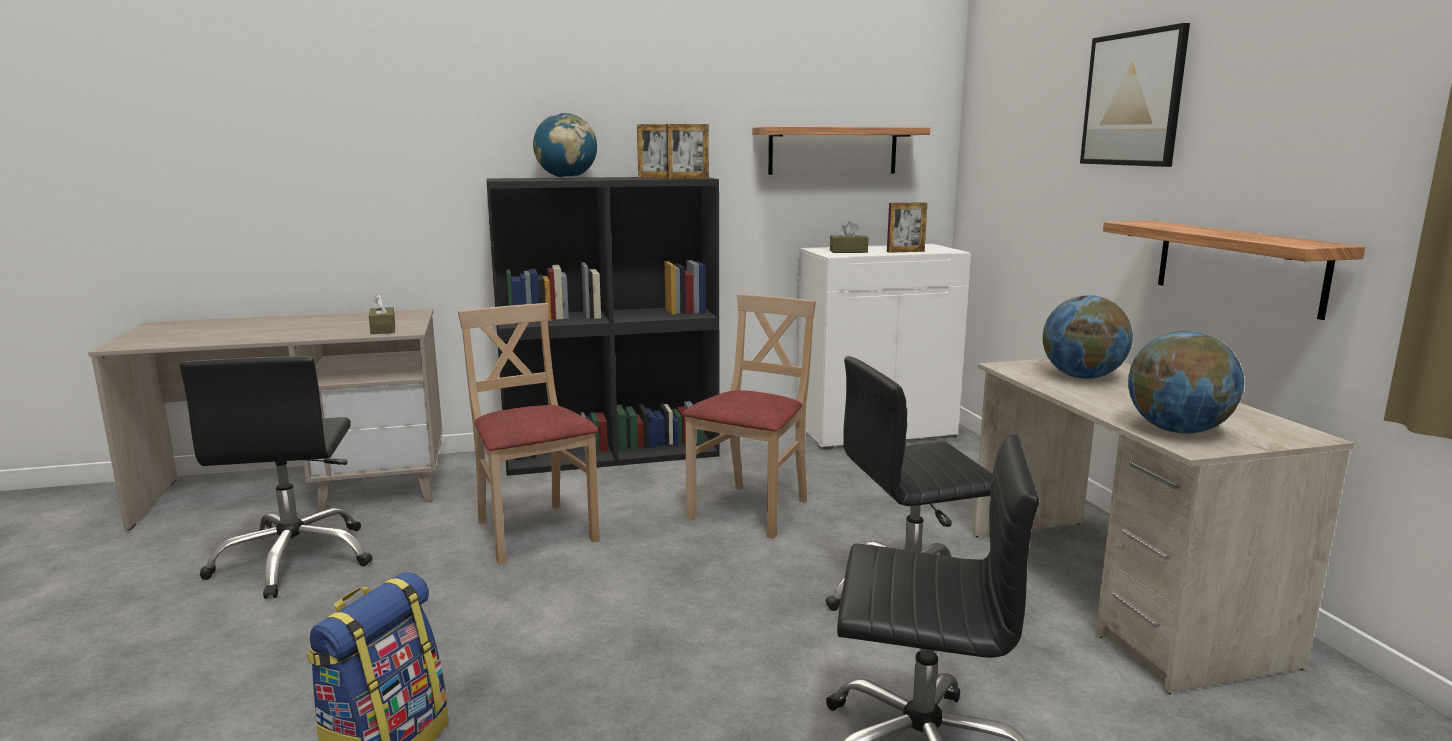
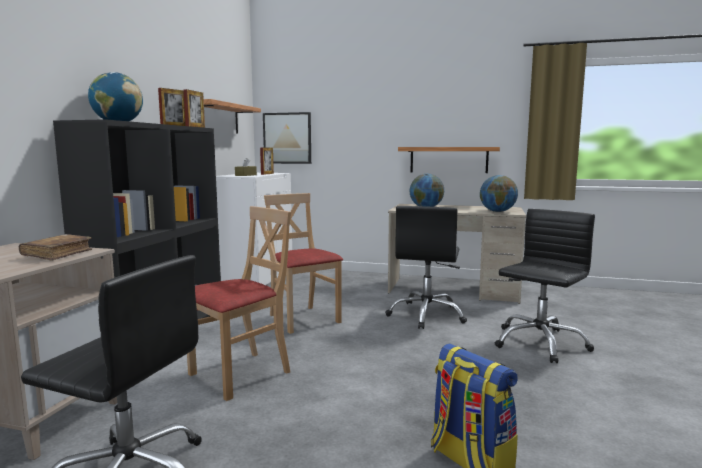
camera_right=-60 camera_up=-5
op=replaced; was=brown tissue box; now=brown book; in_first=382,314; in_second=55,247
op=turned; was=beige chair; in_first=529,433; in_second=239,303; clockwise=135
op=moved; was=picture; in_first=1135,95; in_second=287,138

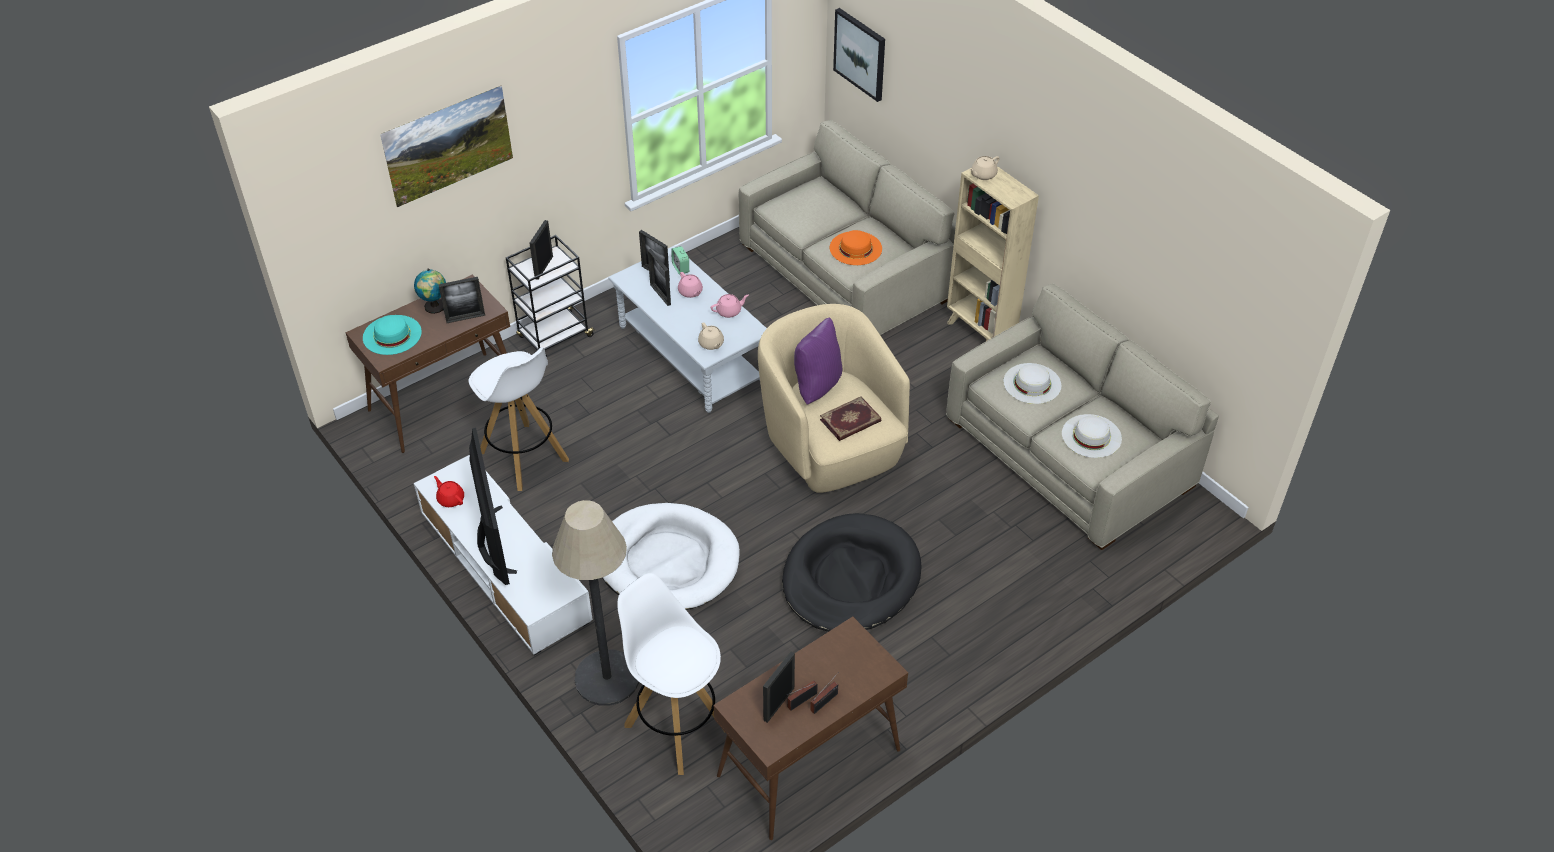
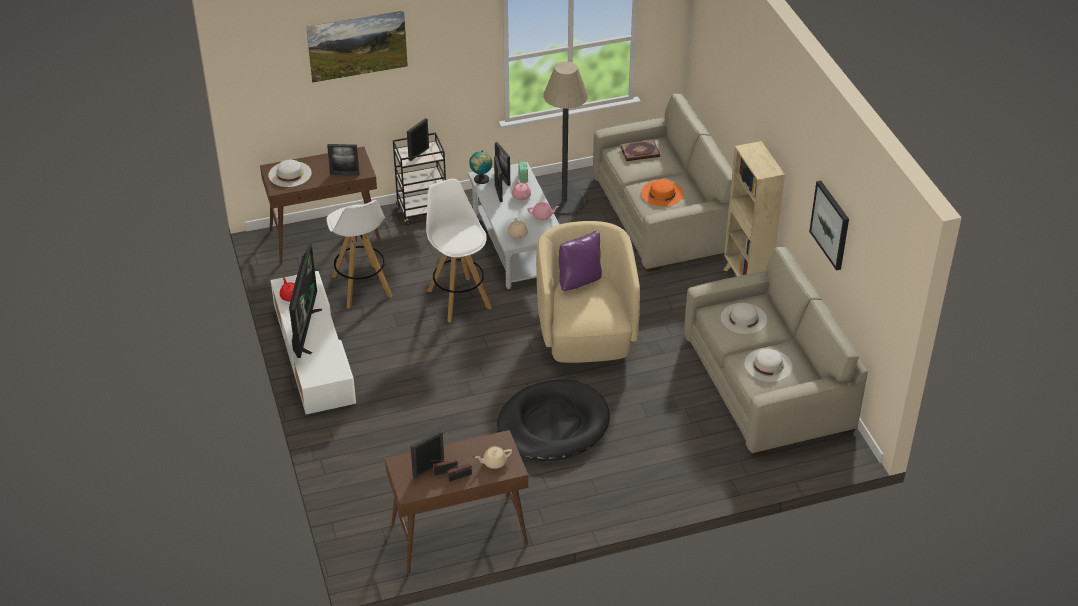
camera_right=20 camera_up=-5
op=recoloured; was=turquoise hat; now=white hat; in_first=392,335; in_second=290,173
op=moved; was=white stool; in_first=671,674; in_second=459,251
op=moved; was=globe; in_first=430,291; in_second=480,167
op=moved; was=beige teapot; in_first=984,168; in_second=493,457
op=moved; was=floor lamp; in_first=595,603; in_second=566,138
op=moved; was=book; in_first=850,418; in_second=640,150
op=moved; was=picture; in_first=859,55; in_second=829,226
op=removed; was=white dog bed; in_first=671,556

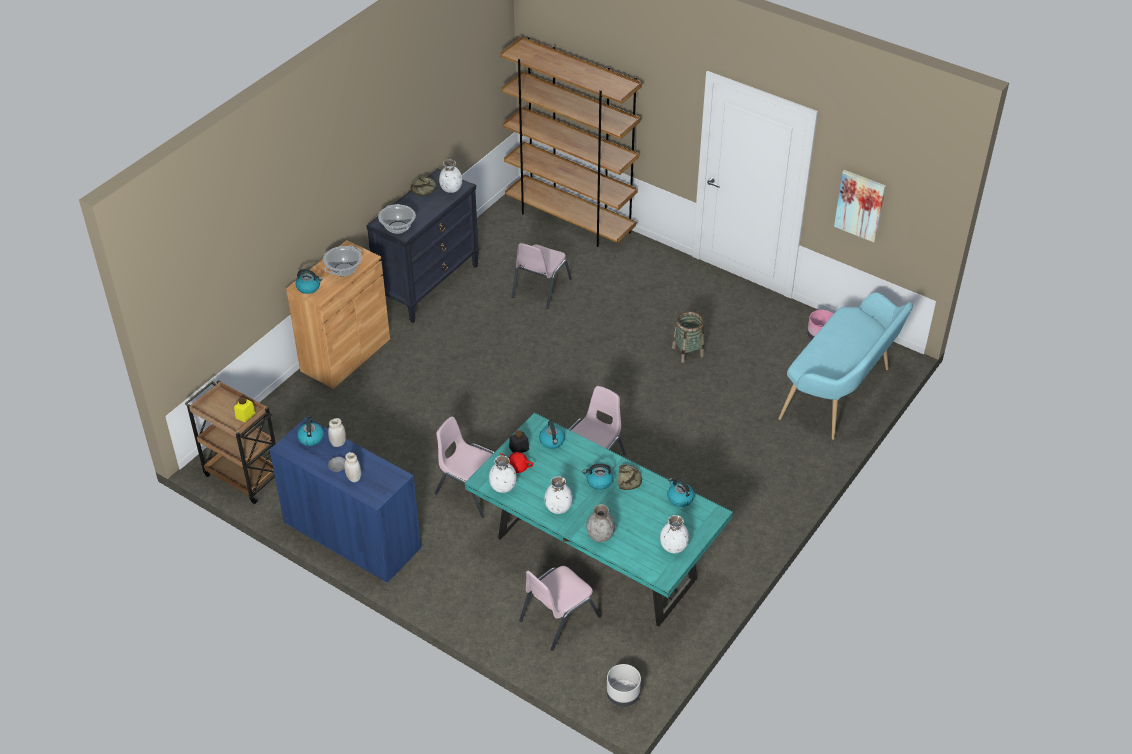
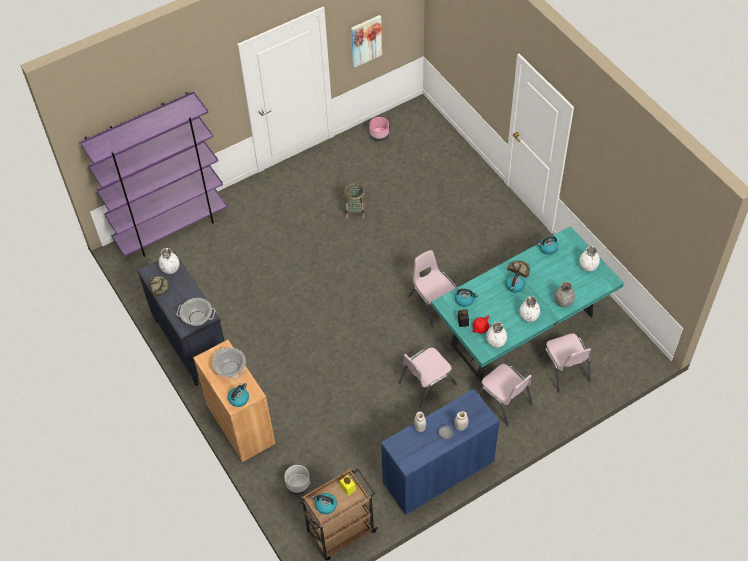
camera_right=-65 camera_up=10
op=recoloured; was=brown bookcase; now=purple bookcase; in_first=571,142; in_second=153,174
op=moved; was=grey planter; in_first=623,685; in_second=297,480
op=moved; was=kettle; in_first=310,431; in_second=324,504
op=moved; was=pink chair; in_first=542,276; in_second=505,395
op=removed; was=turquoise bench; in_first=845,366

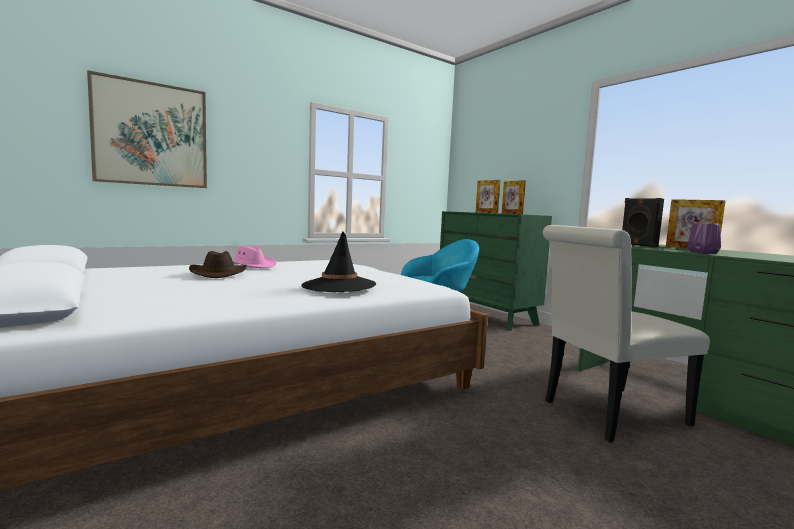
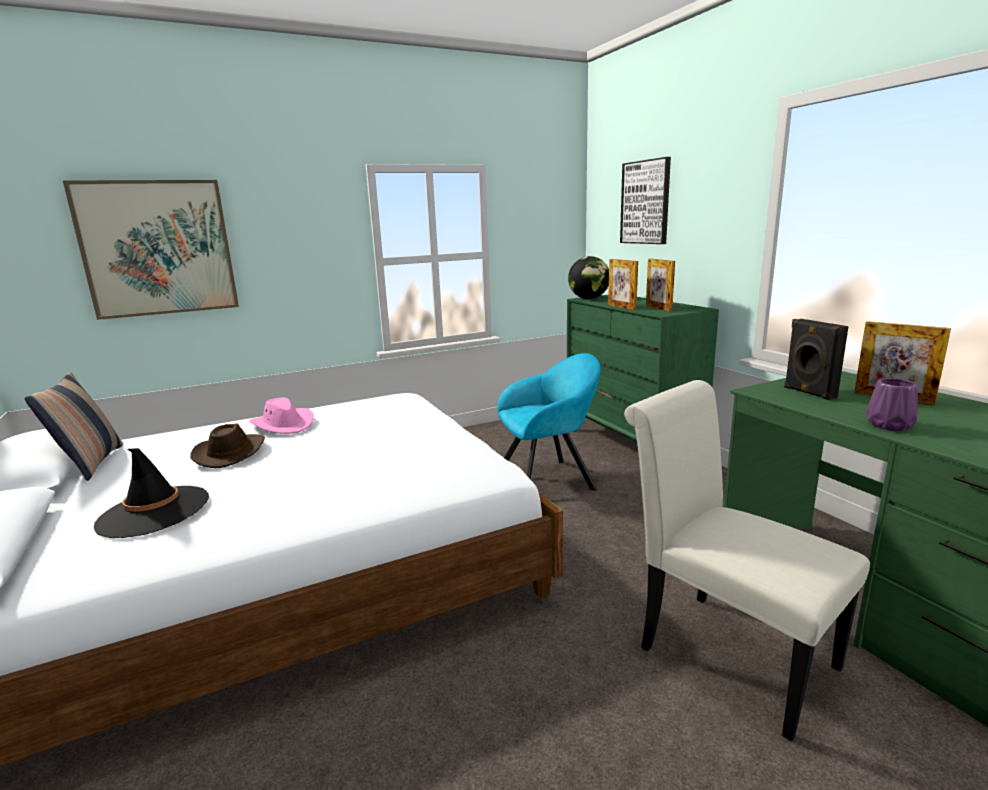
camera_right=10 camera_up=10
op=added; now=pillow; in_second=73,426
op=moved; was=black hat; in_first=339,261; in_second=151,493
op=added; now=globe; in_second=588,277
op=added; now=picture; in_second=645,200
op=turned; was=white chair; in_first=626,334; in_second=747,561; clockwise=60

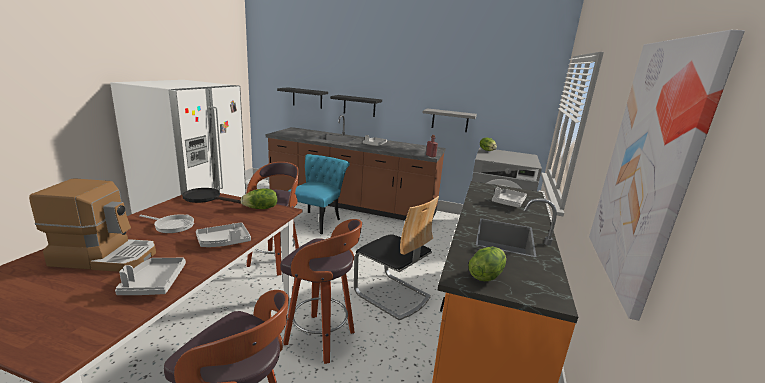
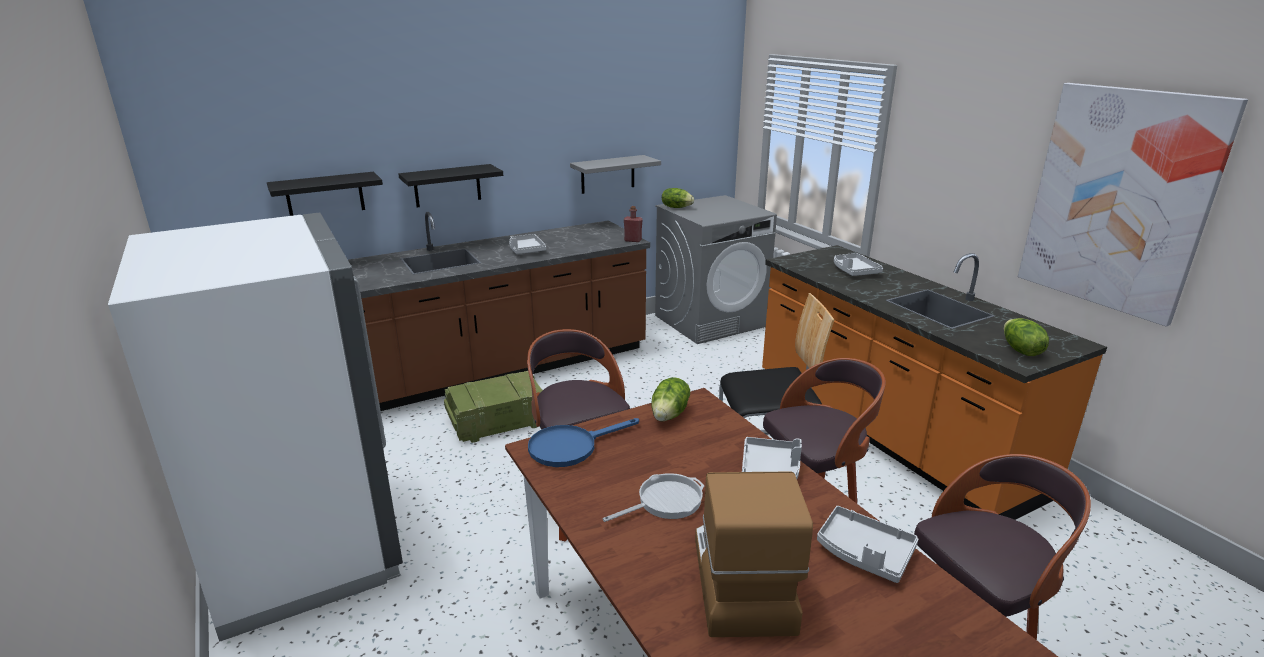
camera_right=-45 camera_up=5
op=replaced; was=turquoise chair; now=crate; in_first=319,194; in_second=493,407
op=recoloured; was=black frying pan; now=blue frying pan; in_first=211,195; in_second=583,442
op=turned; was=coffee machine; in_first=92,225; in_second=754,554; clockwise=-45

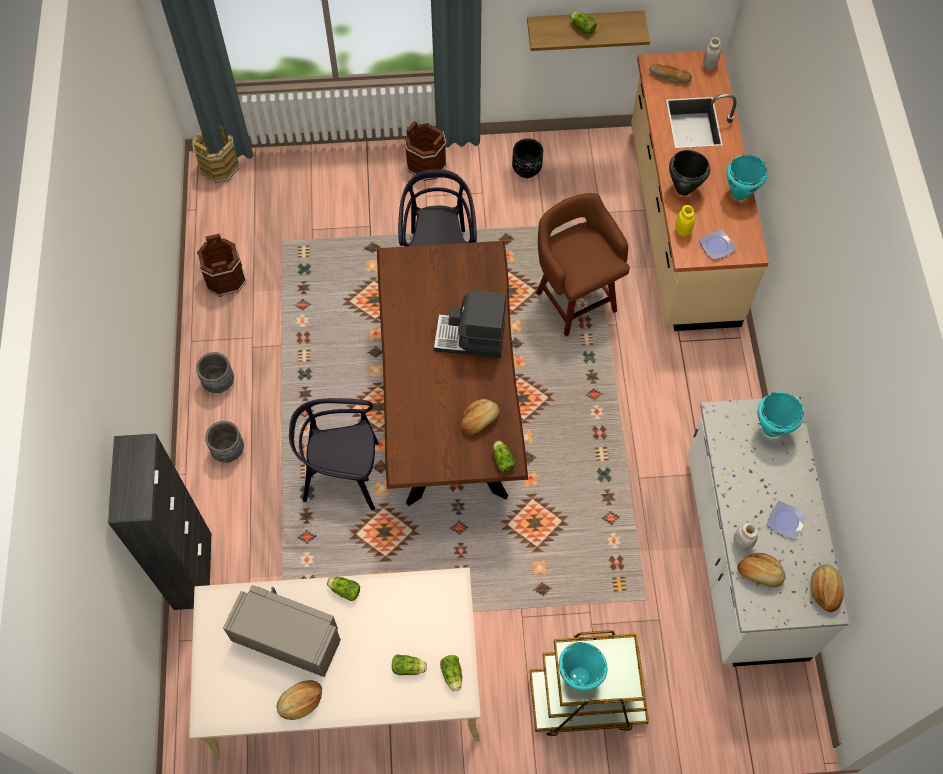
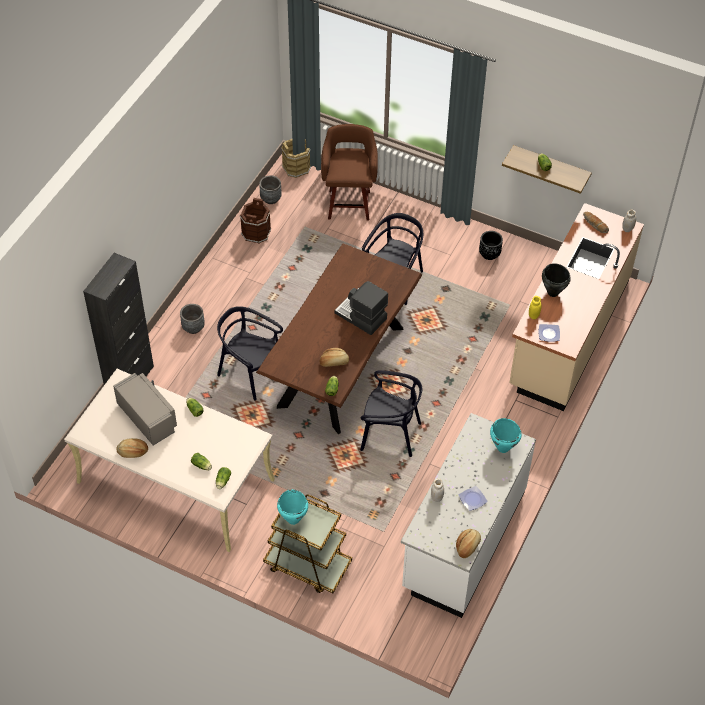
camera_right=30 camera_up=-10
op=moved; was=grey planter; in_first=215,372; in_second=270,189
op=moved; was=brown stool; in_first=583,264; in_second=349,172
op=added; now=black chair; in_second=391,413
op=removed; was=brown bucket; in_first=425,151
op=removed; was=turquoise cooking pot; in_first=746,177
op=removed; was=bread; in_first=761,570

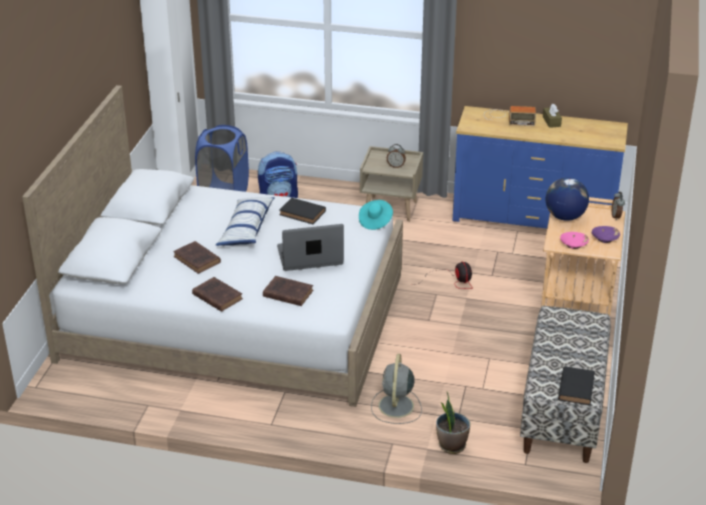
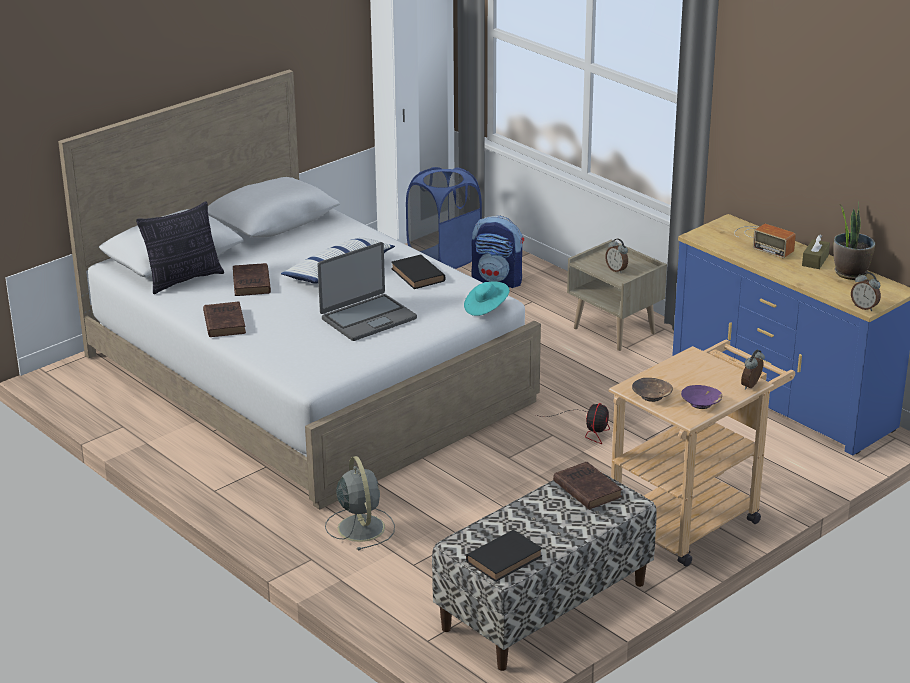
camera_right=35 camera_up=-5
op=added; now=pillow; in_second=180,247
op=turned; was=laptop; in_first=310,247; in_second=367,291; clockwise=120
op=turned; was=grey fan; in_first=396,389; in_second=360,503; clockwise=120
op=moved; was=brown book; in_first=288,291; in_second=587,486
op=recoloured; was=pink bowl; now=brown bowl; in_first=574,240; in_second=652,390
op=moved; was=potted plant; in_first=453,423; in_second=854,240
op=added; now=alarm clock; in_second=866,291
op=removed; was=globe; in_first=567,199

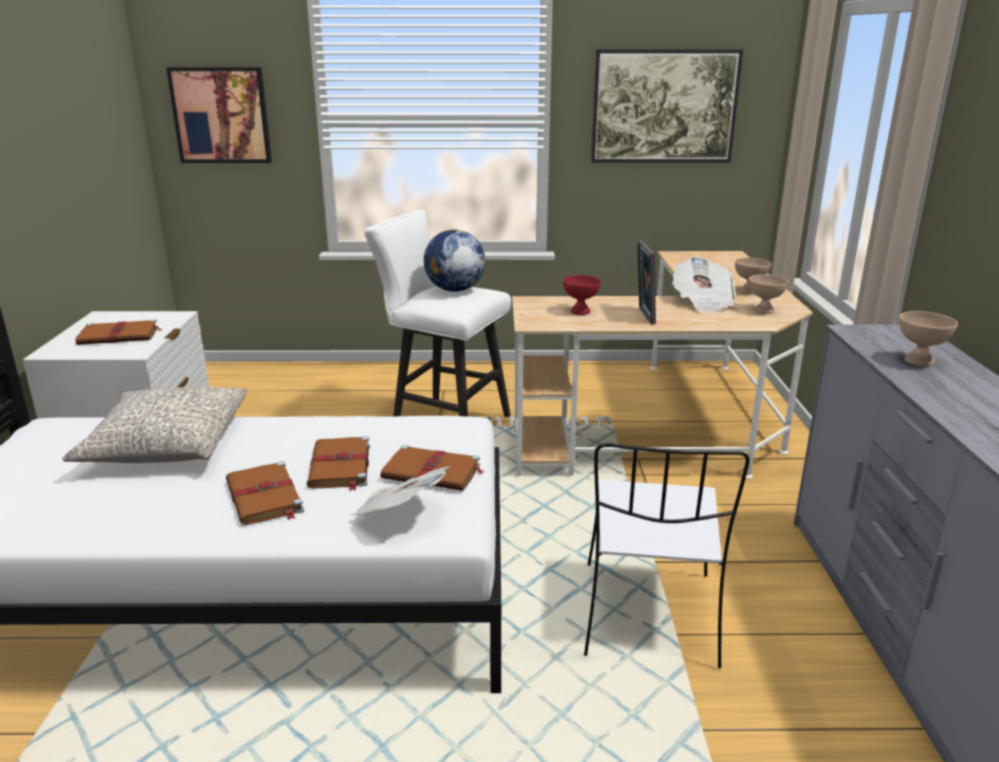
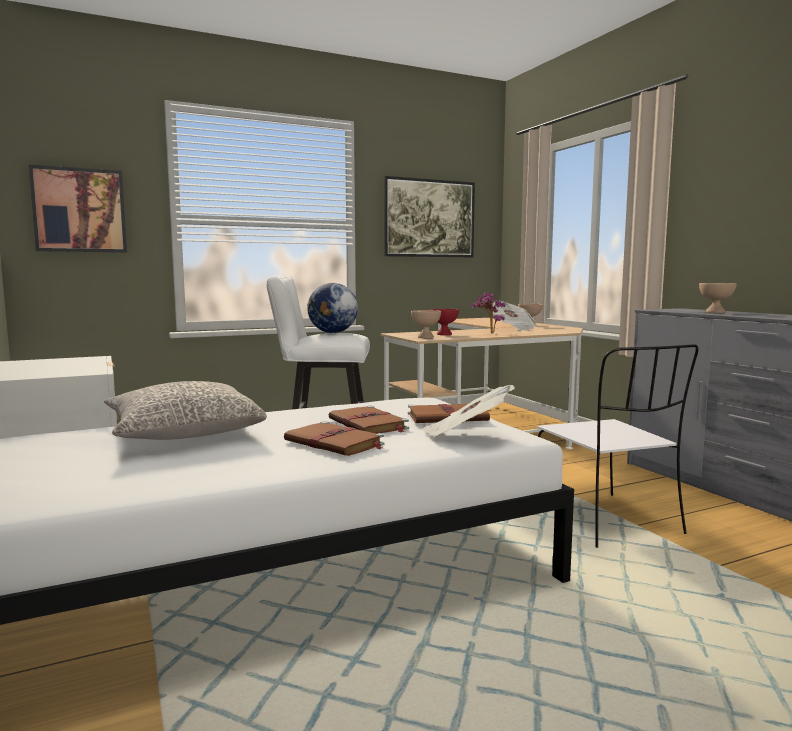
camera_right=-25 camera_up=-15
op=moved; was=beige bowl; in_first=768,294; in_second=426,324
op=replaced; was=picture frame; now=potted plant; in_first=646,282; in_second=488,313
op=removed; was=brown book; in_first=119,332

